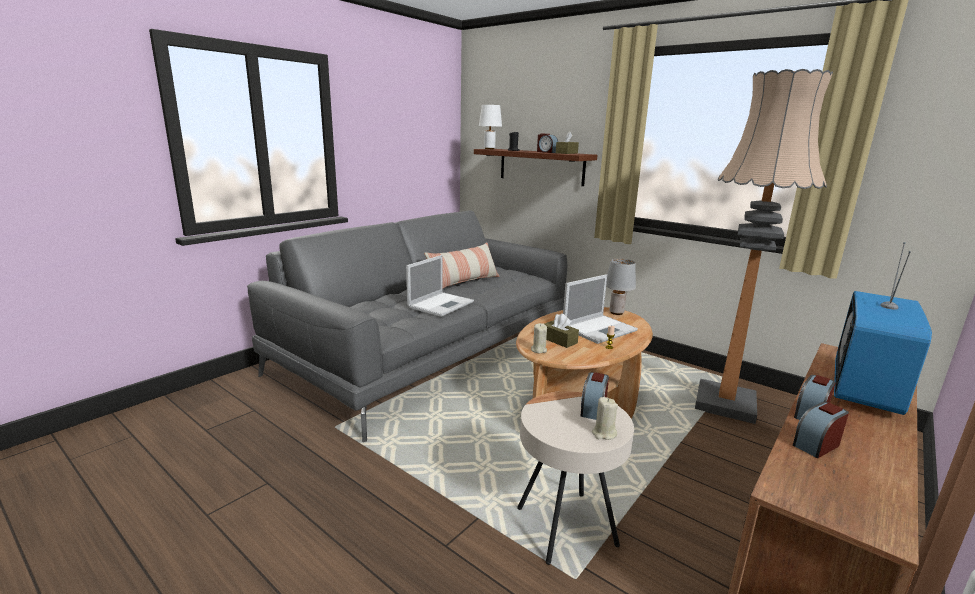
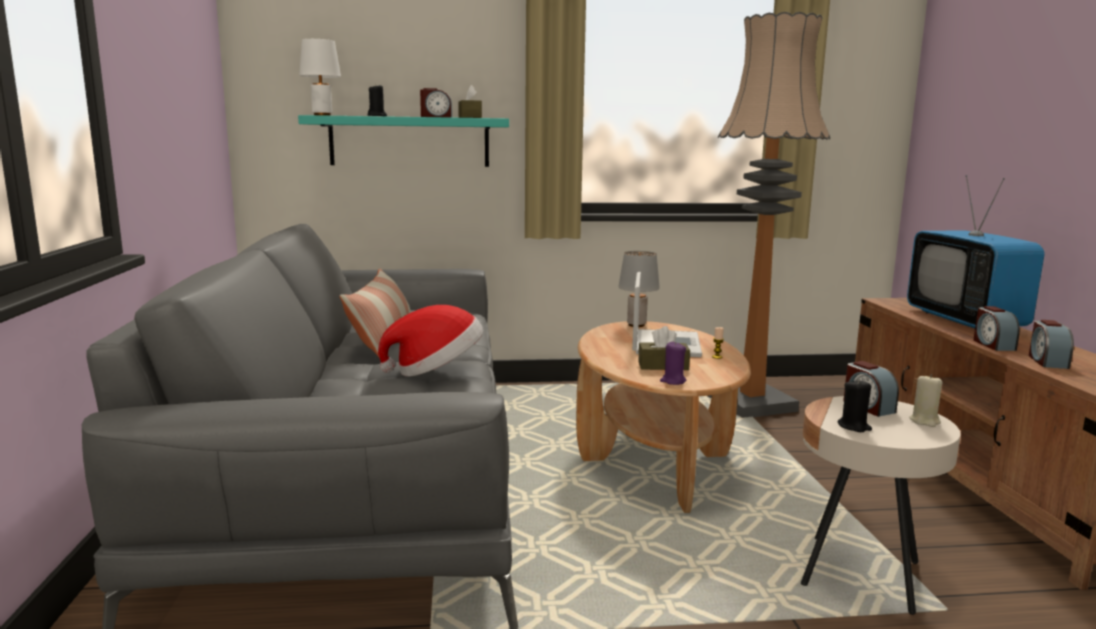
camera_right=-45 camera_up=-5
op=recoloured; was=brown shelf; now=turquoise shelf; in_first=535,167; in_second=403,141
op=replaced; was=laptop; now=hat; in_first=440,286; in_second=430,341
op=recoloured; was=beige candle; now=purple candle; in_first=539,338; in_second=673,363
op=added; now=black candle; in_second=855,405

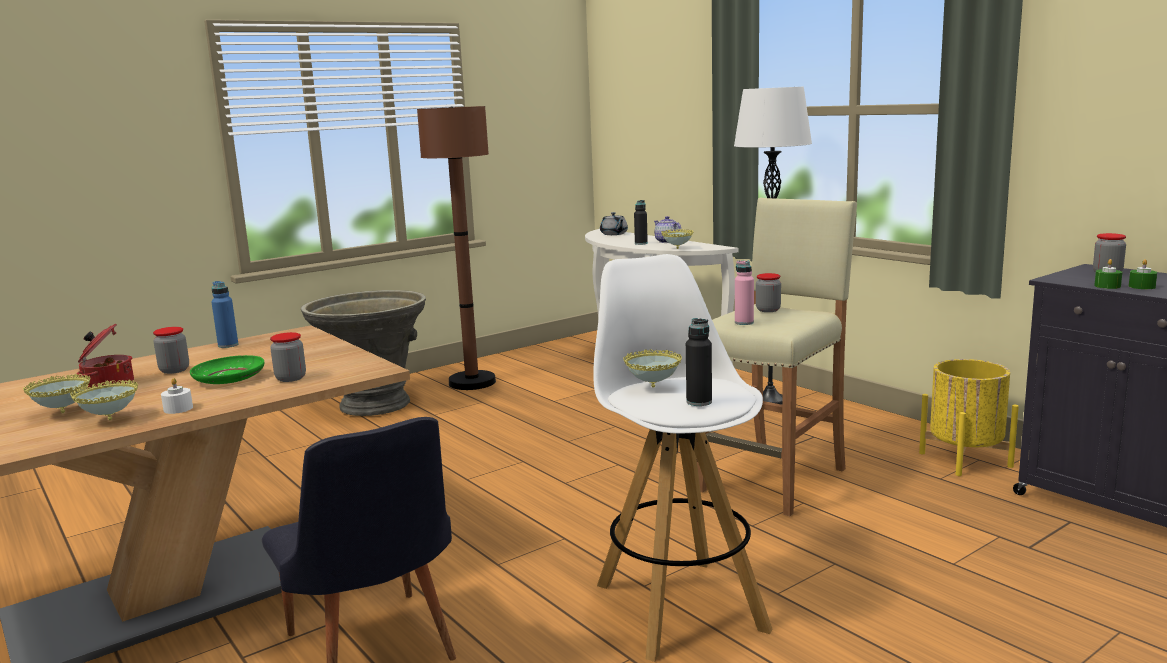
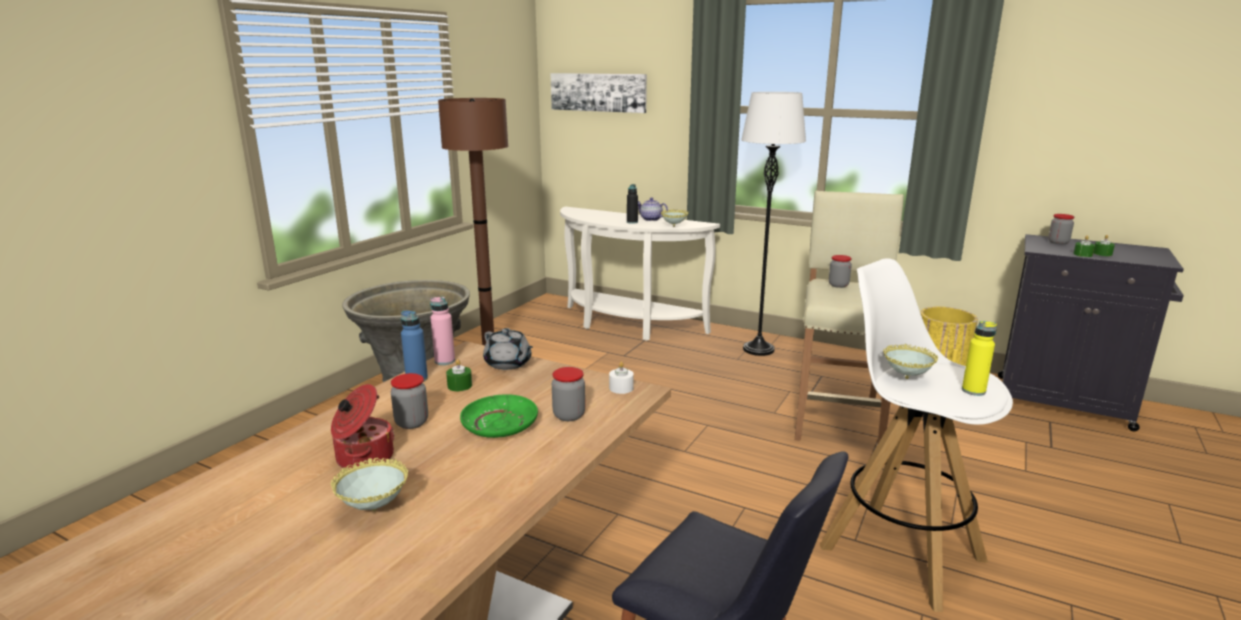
camera_right=-25 camera_up=5
op=moved; was=pink bottle; in_first=744,292; in_second=442,331
op=added; now=green candle; in_second=459,375
op=moved; was=grey teapot; in_first=614,223; in_second=508,349
op=added; now=picture; in_second=598,93
op=moved; was=white candle; in_first=177,396; in_second=621,377
op=recoloured; was=black bottle; now=yellow bottle; in_first=699,362; in_second=979,358
op=removed; was=bowl; in_first=104,399

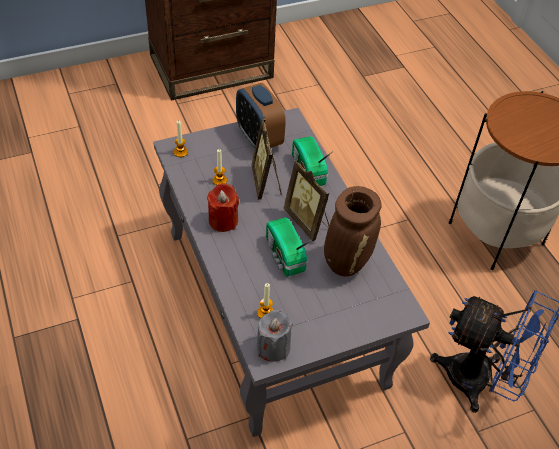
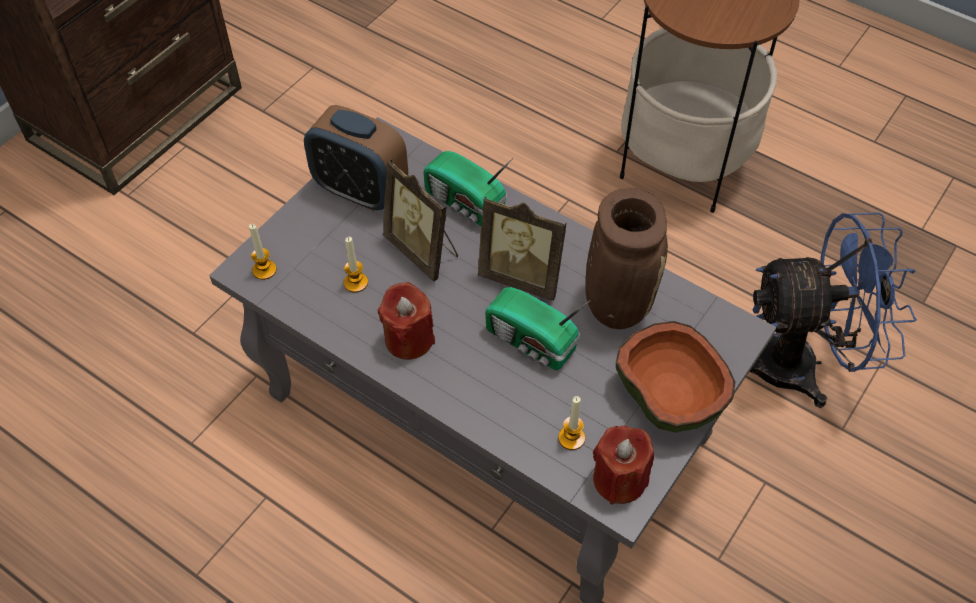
camera_right=-30 camera_up=5
op=recoloured; was=grey candle; now=red candle; in_first=275,336; in_second=623,465
op=added; now=bowl; in_second=675,377

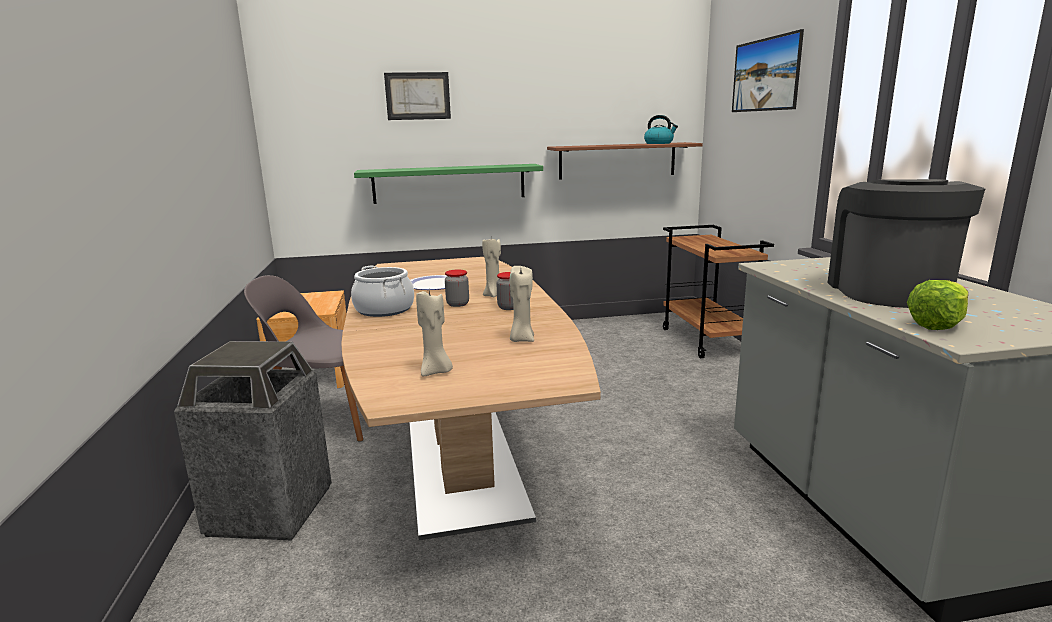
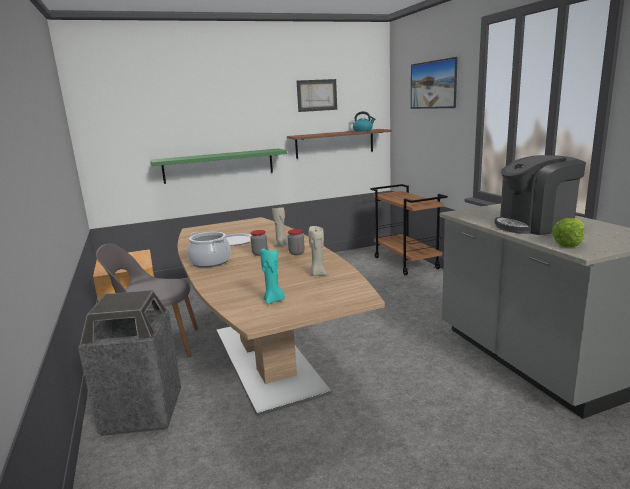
camera_right=-10 camera_up=0
op=recoloured; was=beige candle; now=turquoise candle; in_first=434,333; in_second=272,275
op=moved; was=picture; in_first=417,96; in_second=317,95
op=turned; was=coffee machine; in_first=906,243; in_second=540,195; clockwise=-105

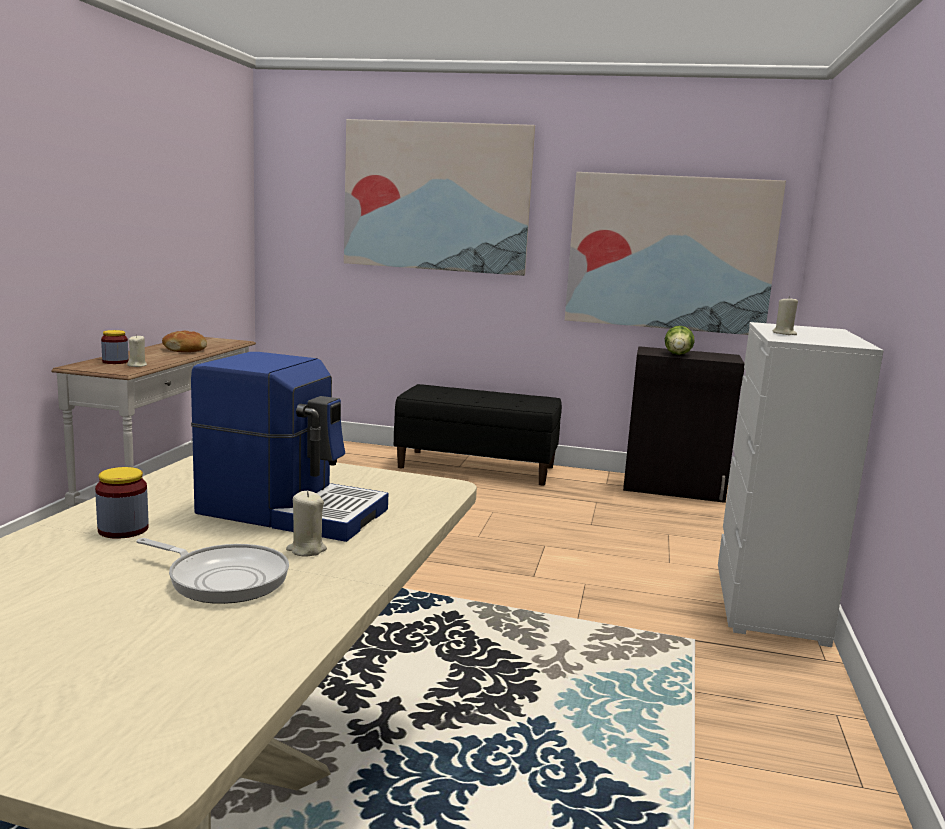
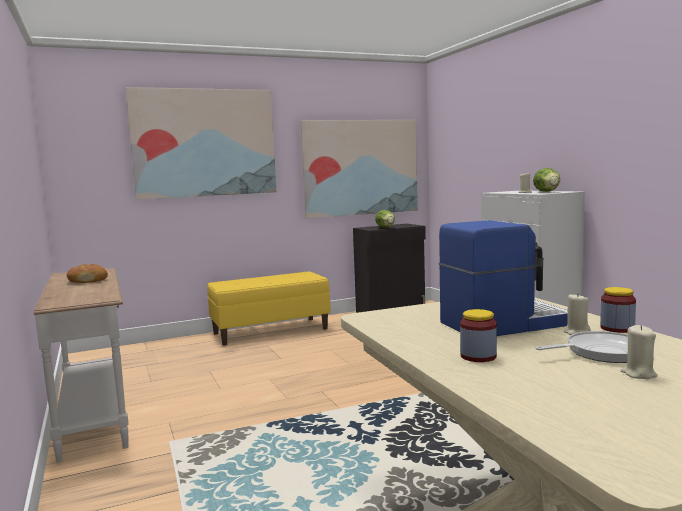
camera_right=-35 camera_up=-5
op=recoloured; was=black bench; now=yellow bench; in_first=478,434; in_second=269,308
op=added; now=lettuce; in_second=546,180
op=moved; was=jar; in_first=115,347; in_second=618,310
op=moved; was=beige candle; in_first=137,351; in_second=639,352

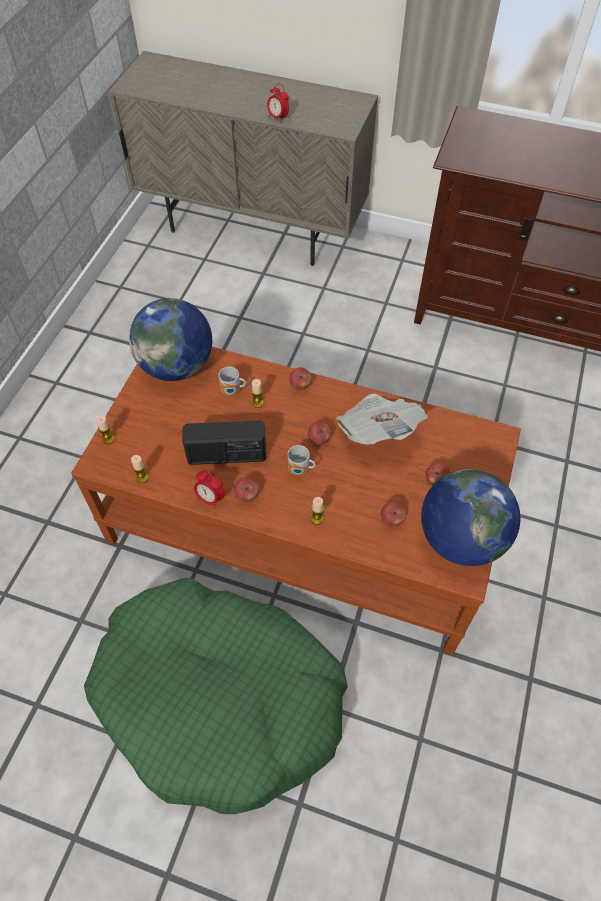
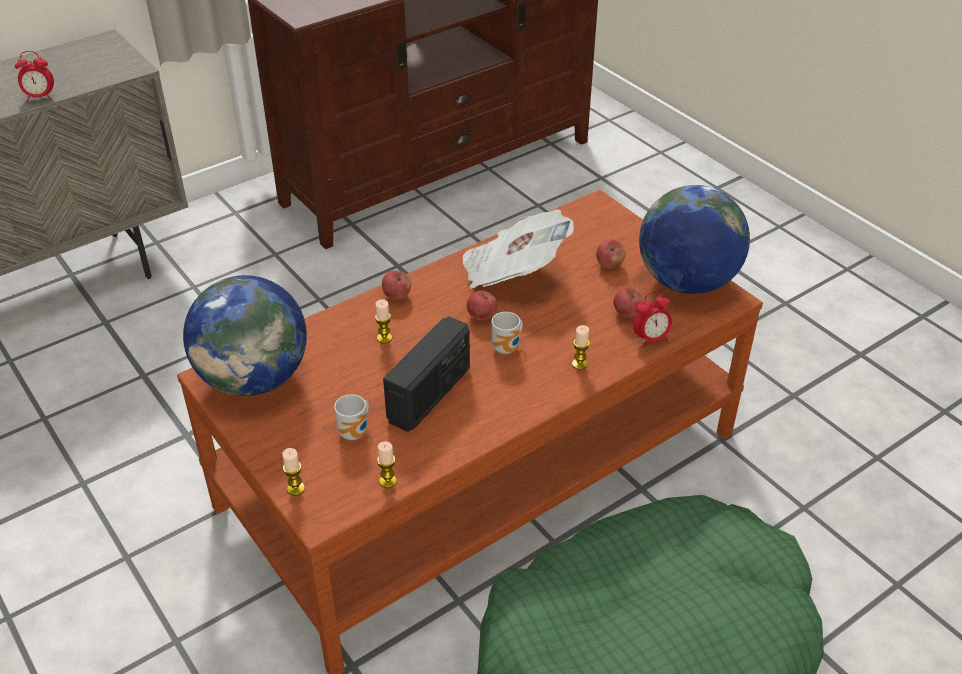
camera_right=-55 camera_up=-15
op=moved; was=mug; in_first=232,381; in_second=351,417
op=moved; was=alarm clock; in_first=209,489; in_second=652,319
op=removed; was=apple; in_first=246,489

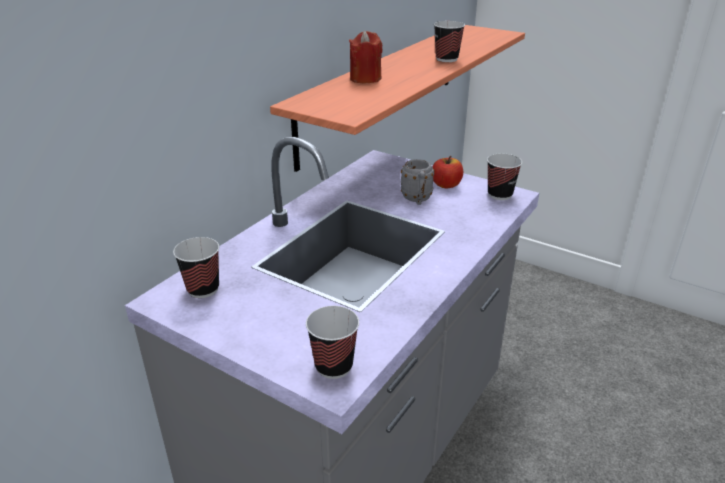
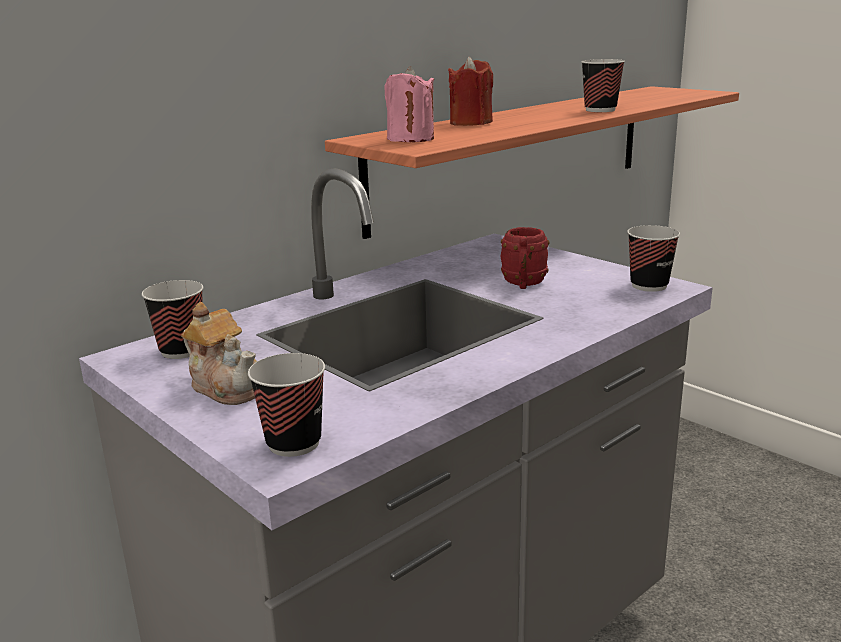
camera_right=15 camera_up=-10
op=added; now=teapot; in_second=219,353
op=added; now=pink candle; in_second=409,104
op=recoloured; was=grey mug; now=red mug; in_first=418,182; in_second=525,258
op=removed; was=apple; in_first=447,172

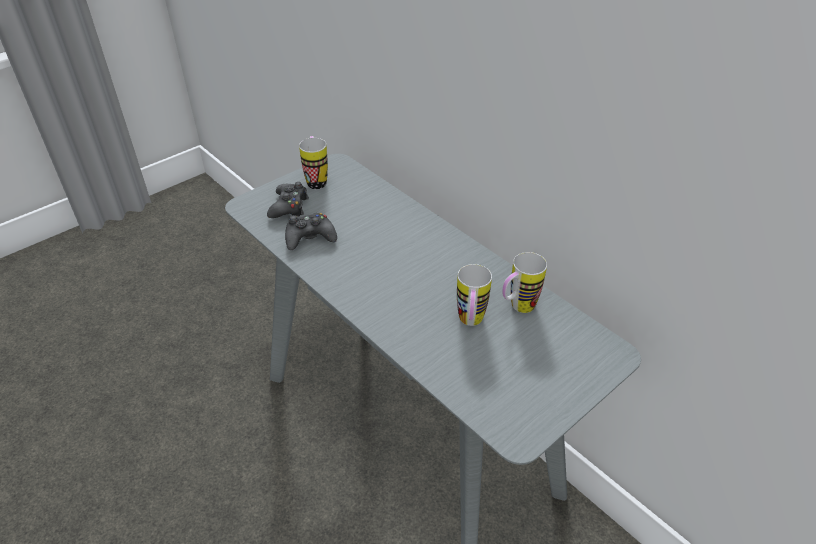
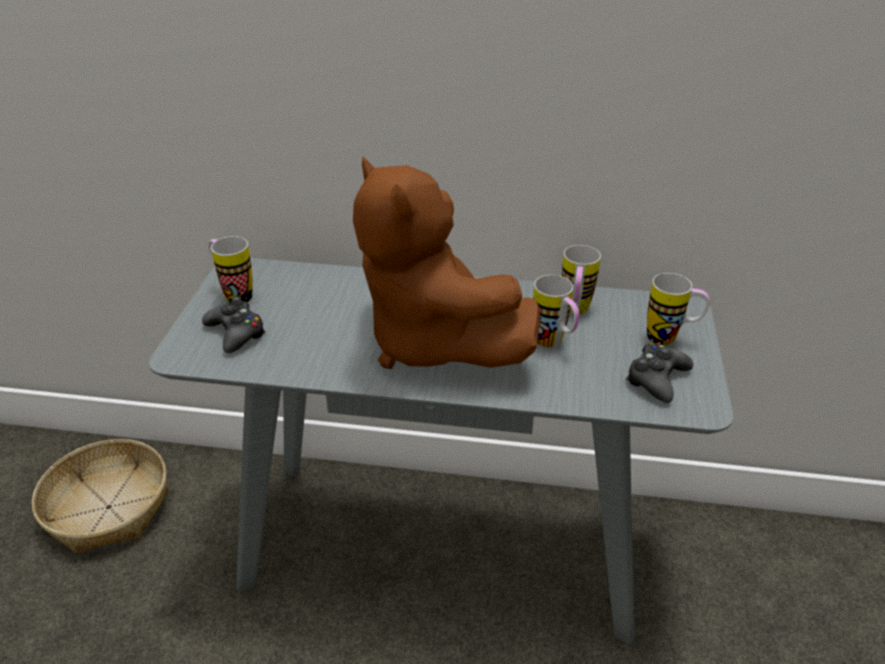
camera_right=-40 camera_up=-5
op=added; now=basket; in_second=100,496
op=added; now=brown plush toy; in_second=447,263
op=moved; was=black game controller; in_first=311,231; in_second=659,373
op=added; now=mug; in_second=678,309

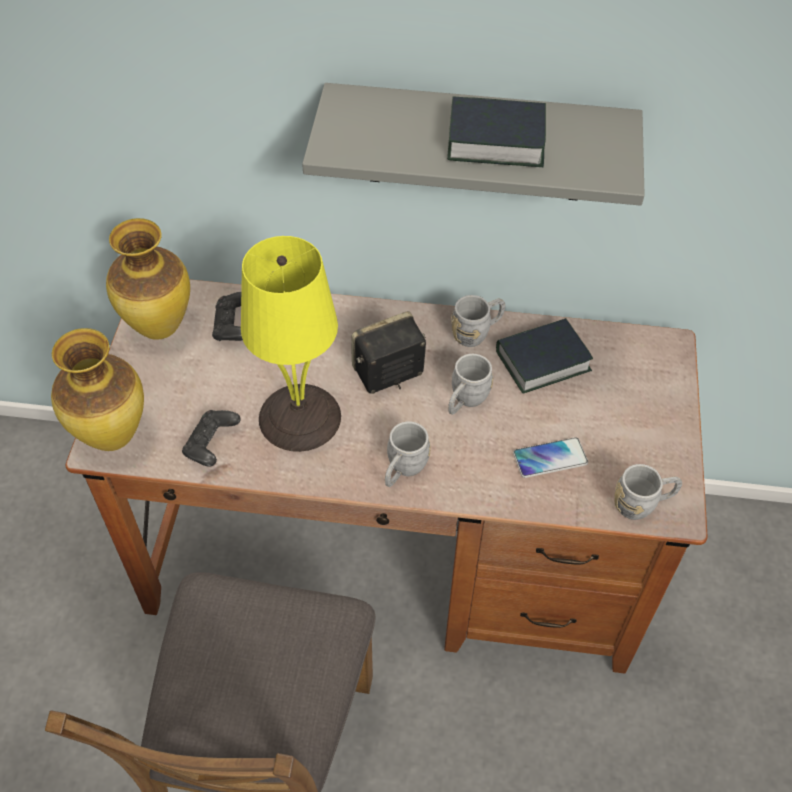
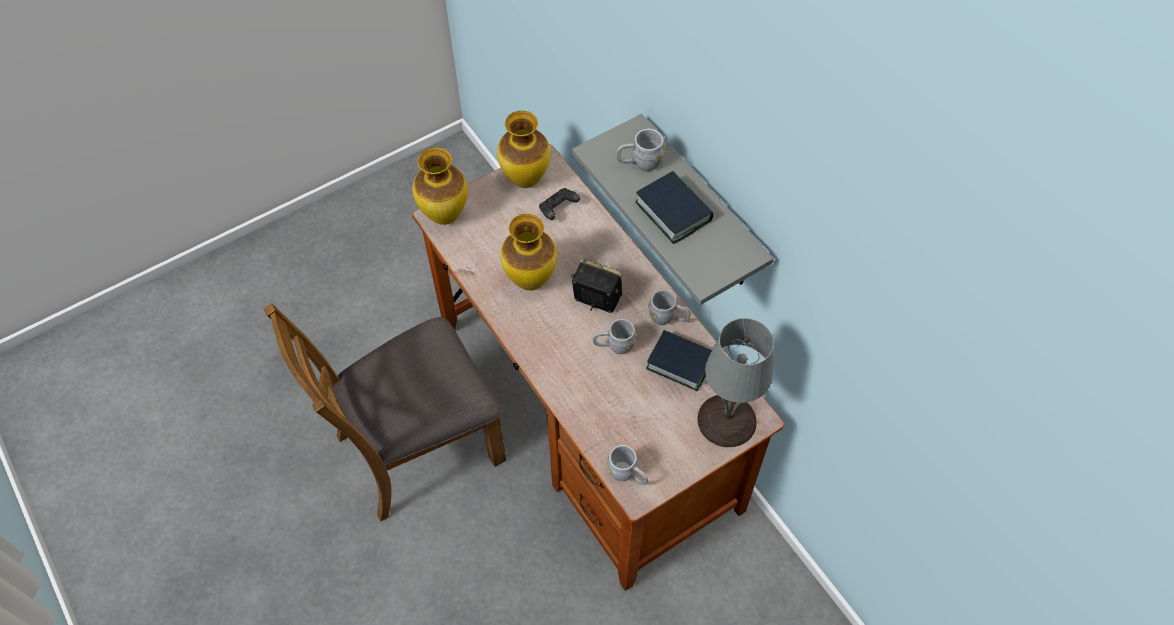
camera_right=50 camera_up=5
op=replaced; was=yellow table lamp; now=vase; in_first=291,344; in_second=528,252
op=moved; was=grey mug; in_first=408,454; in_second=640,150
op=added; now=grey table lamp; in_second=735,382
op=removed; was=black game controller; in_first=211,438
op=removed; was=phone; in_first=550,457

